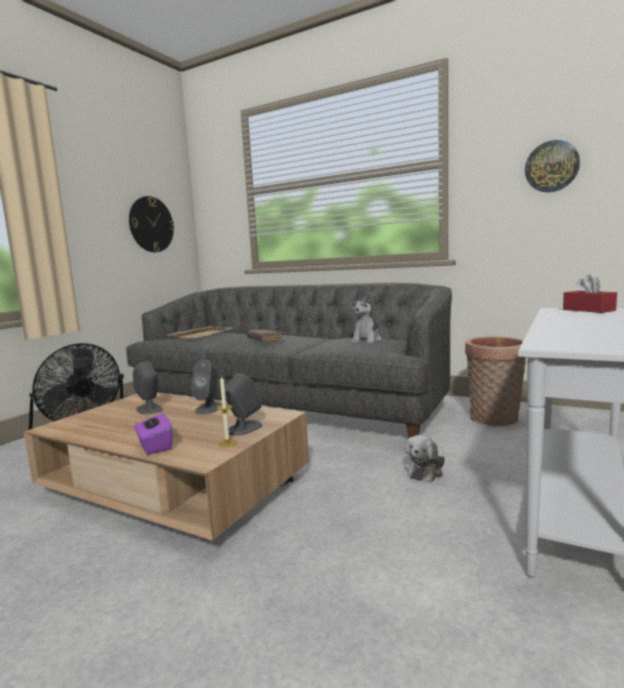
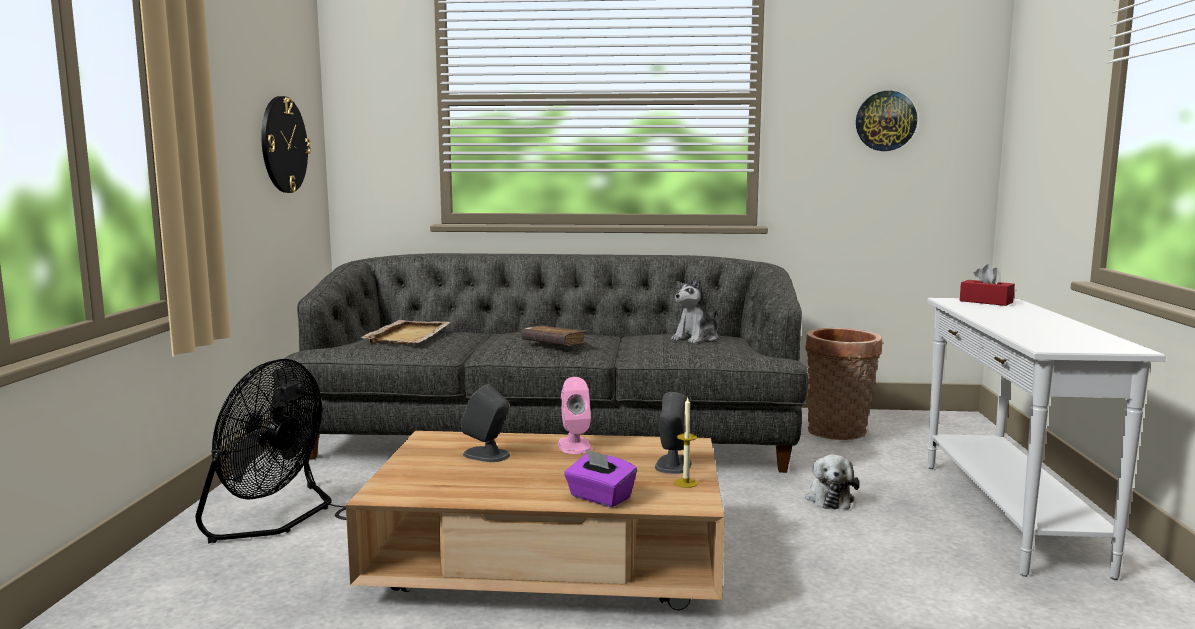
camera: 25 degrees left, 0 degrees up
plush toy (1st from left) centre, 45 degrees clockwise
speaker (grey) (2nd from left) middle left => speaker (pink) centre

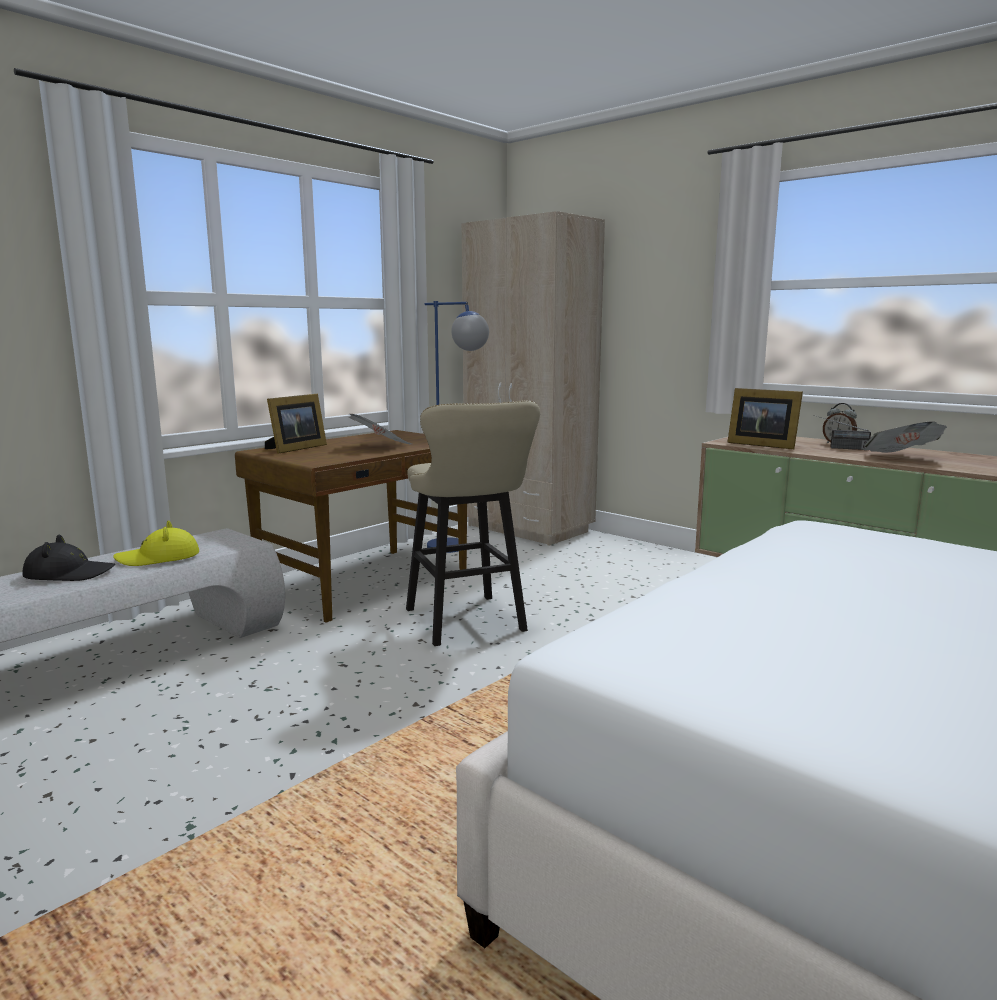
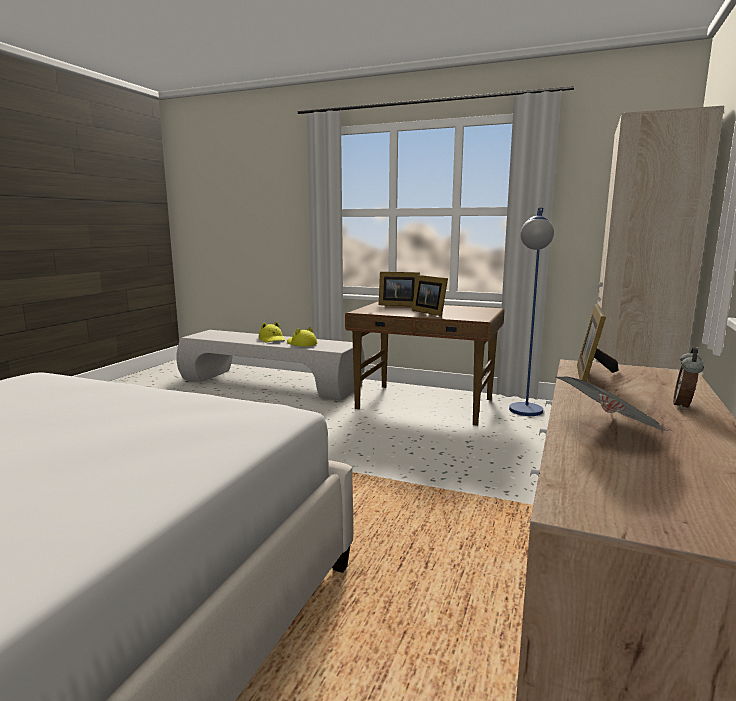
camera: 70 degrees right, 0 degrees up
stool (beige) centre => nothing
newspaper (1st from left) centre => picture frame (2nd from left) centre
radio middle right => nothing
hat (black) middle left => hat (yellow) (1st from left) centre

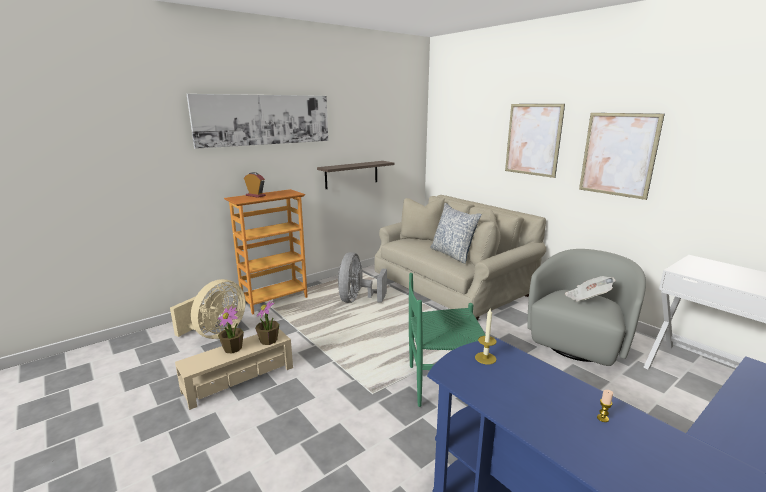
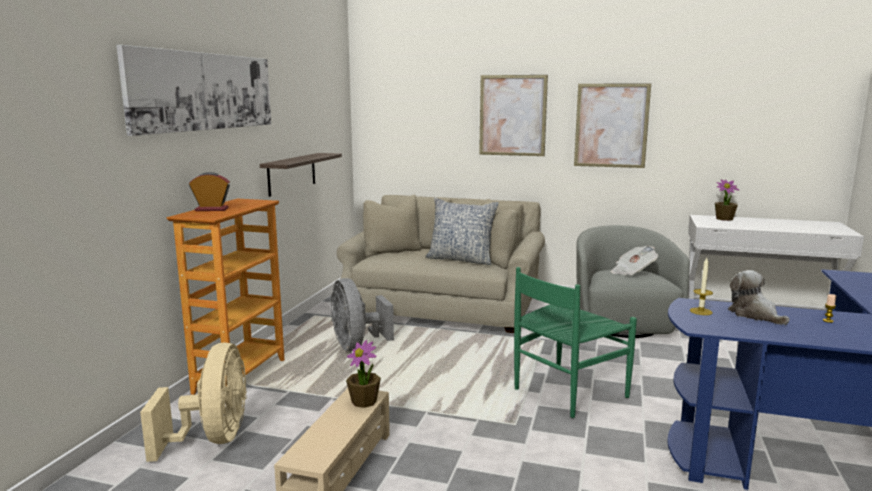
camera: 35 degrees left, 5 degrees down
potted plant (1st from left in the first image) bottom left => potted plant (2nd from left) middle right, move
nothing => plush toy middle right

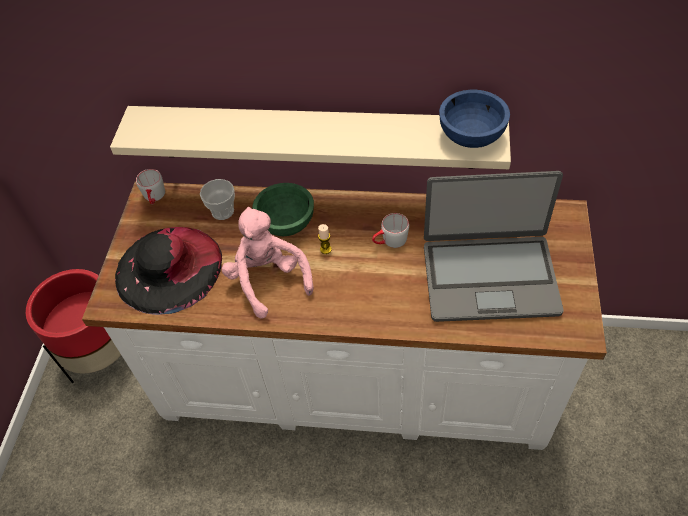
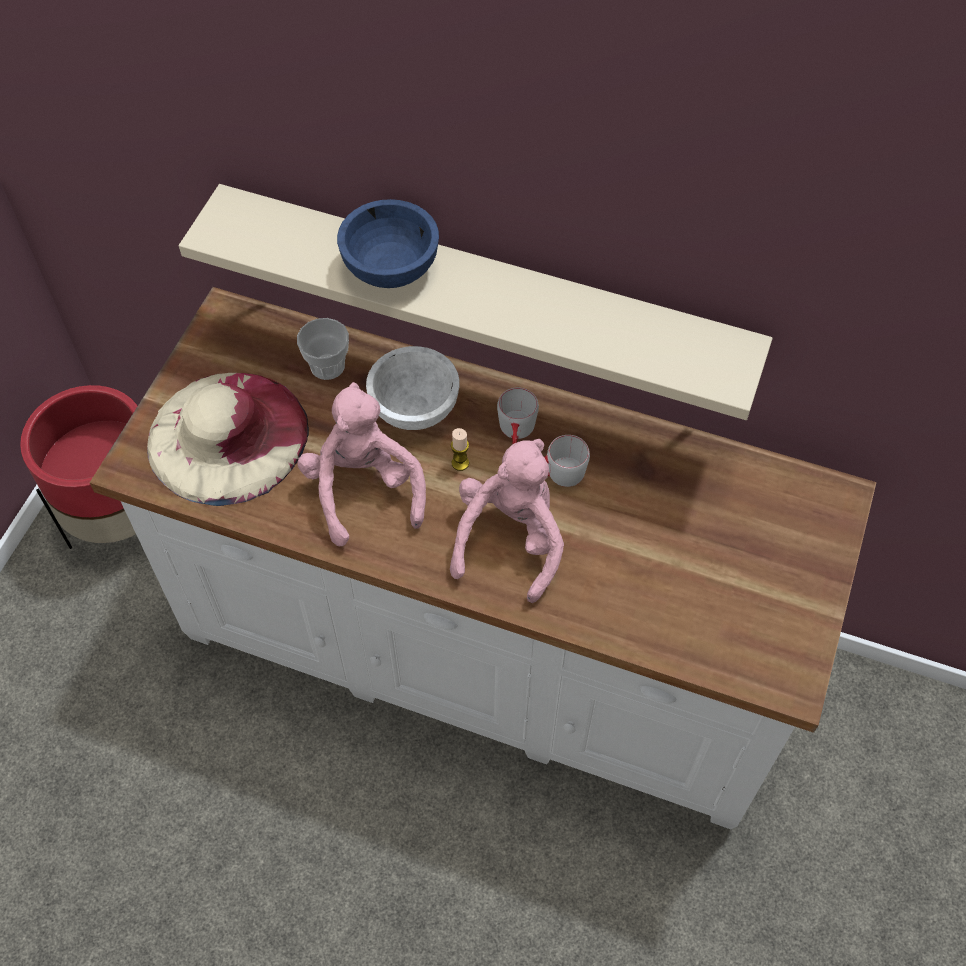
camera: 10 degrees right, 5 degrees up
bowl (blue) top right => bowl (blue) top centre, move
mug (grey) (1st from left) middle left => mug (grey) (1st from left) centre, move
laptop middle right => nothing
bowl (green) centre => bowl (white) centre
hat (black) middle left => hat (beige) middle left
nothing => plush toy (pink) (2nd from left) centre

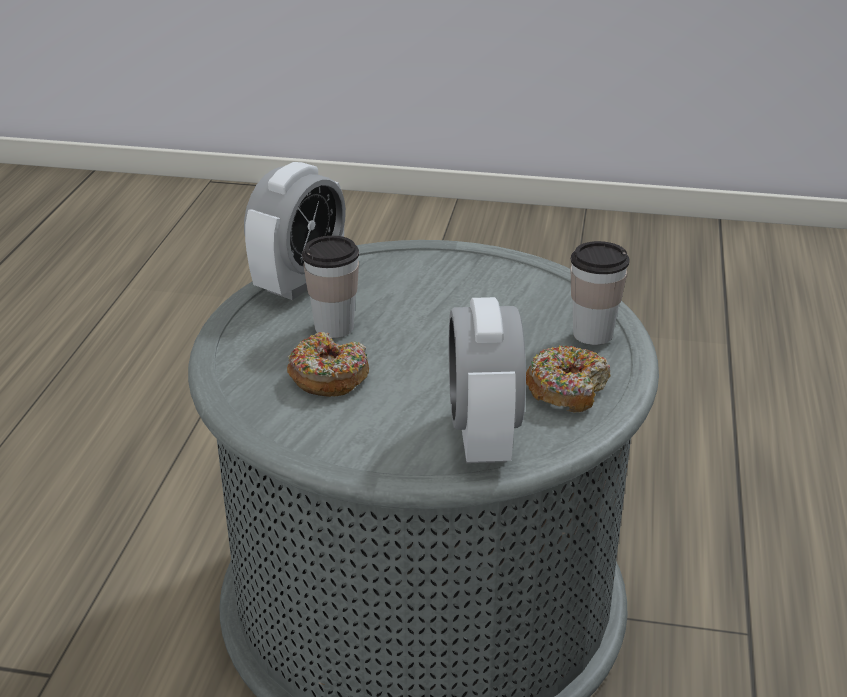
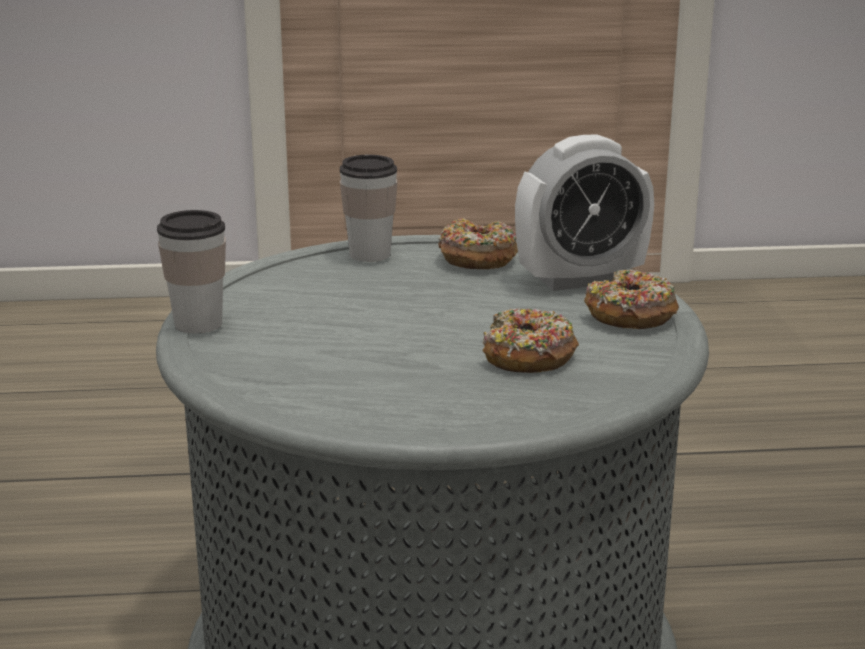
camera: 105 degrees left, 10 degrees down
alarm clock (1st from left) top centre => nothing
cup (1st from left) centre => cup (1st from left) middle left, move
nothing => donut (3rd from left) middle right

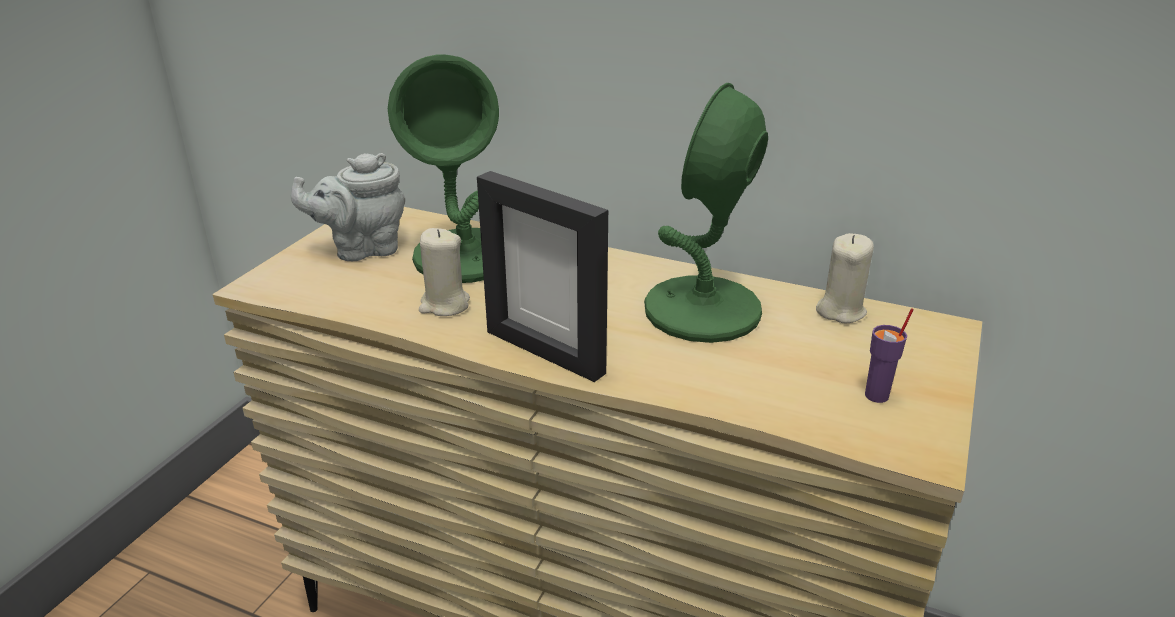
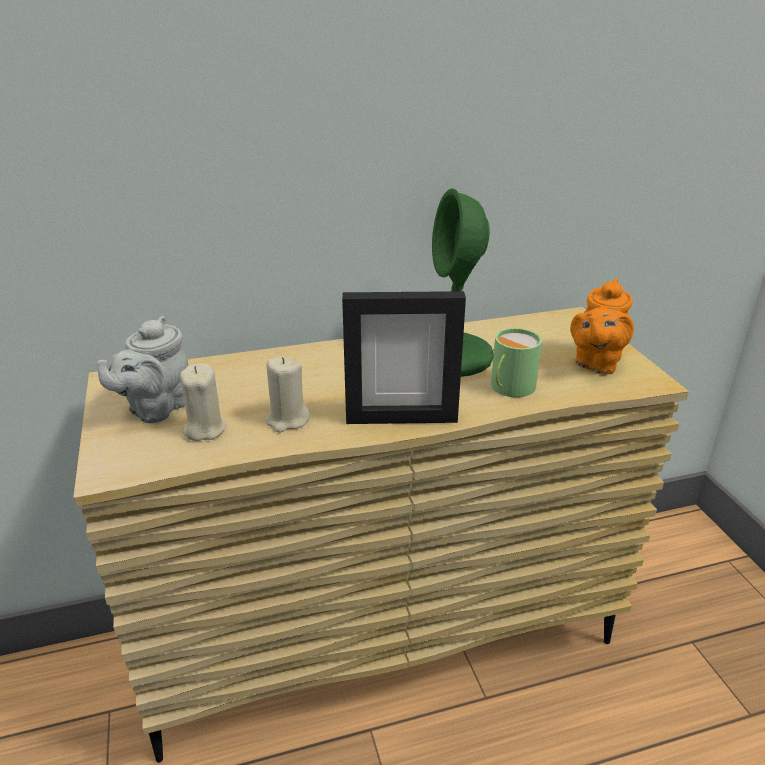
camera: 40 degrees left, 0 degrees up
table lamp (green) (1st from left) top centre => nothing
candle (beige) (2nd from left in the first image) middle right => candle (beige) (1st from left) middle left, move
cup (purple) middle right => teapot (orange) middle right
nothing => mug (green) middle right

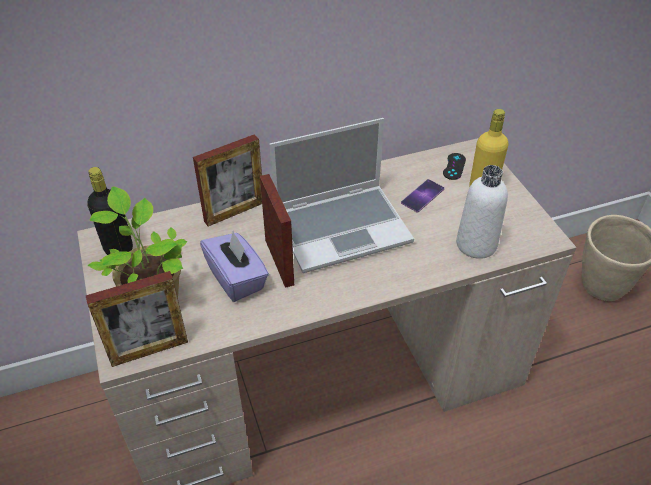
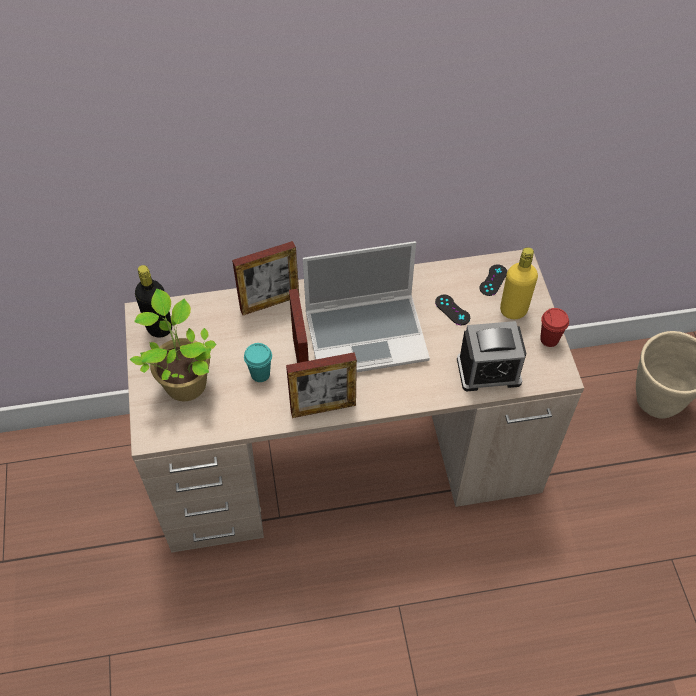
camera: 10 degrees right, 10 degrees up
bottle (white) middle right => alarm clock middle right
phone centre => game controller (black) (1st from left) centre
tissue box (purple) centre => cup (turquoise) centre
picture frame (1st from left in the first image) middle left => picture frame (3rd from left) centre, move
nothing => cup (red) middle right

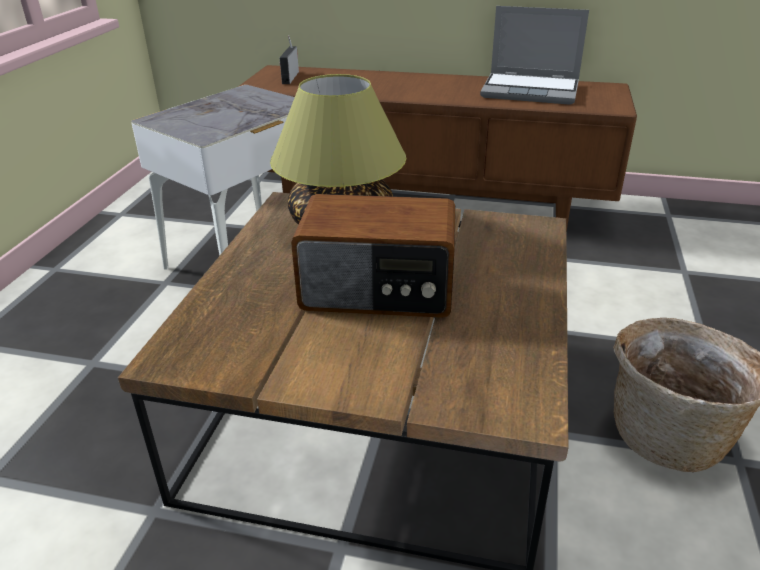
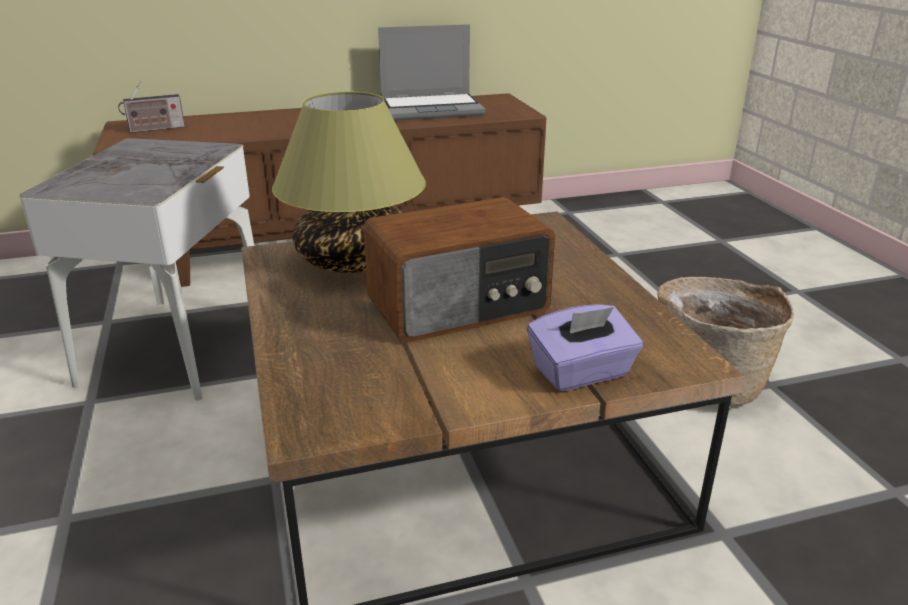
camera: 30 degrees left, 5 degrees down
radio (1st from left) top centre => radio (1st from left) top left, 90 degrees counterclockwise
nothing => tissue box (purple) centre

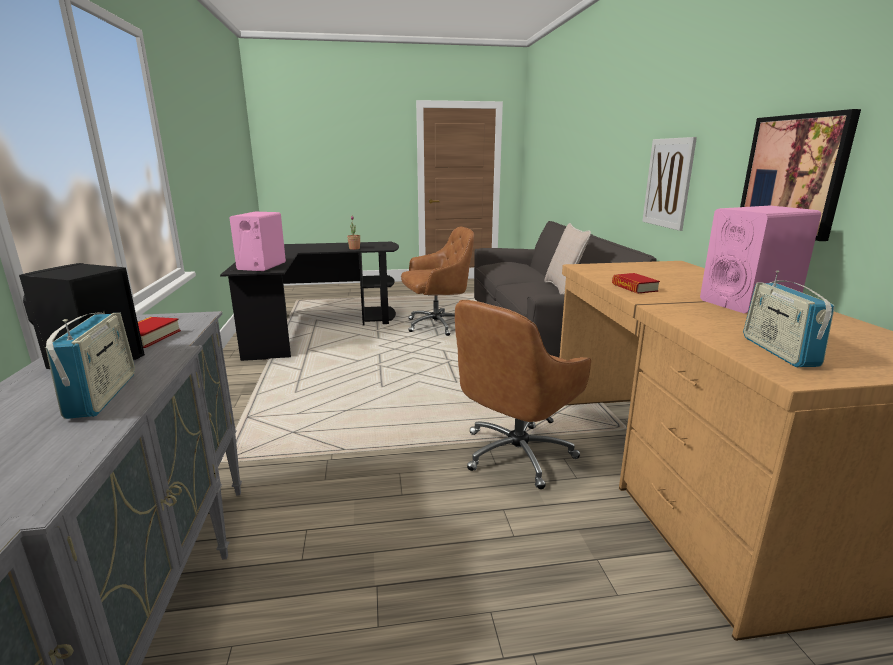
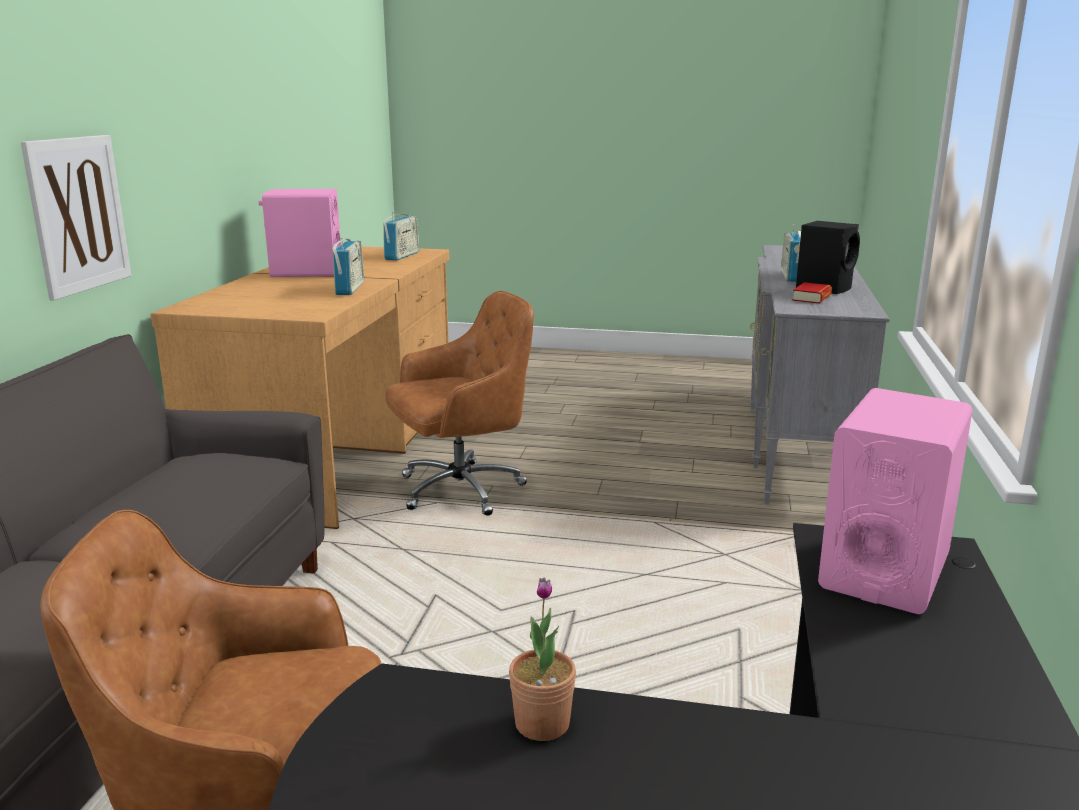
camera: 160 degrees left, 0 degrees up
picture (2nd from left) top right => nothing
pillow (beige) centre => nothing
book (2nd from left) middle right => radio (1st from left) top left

